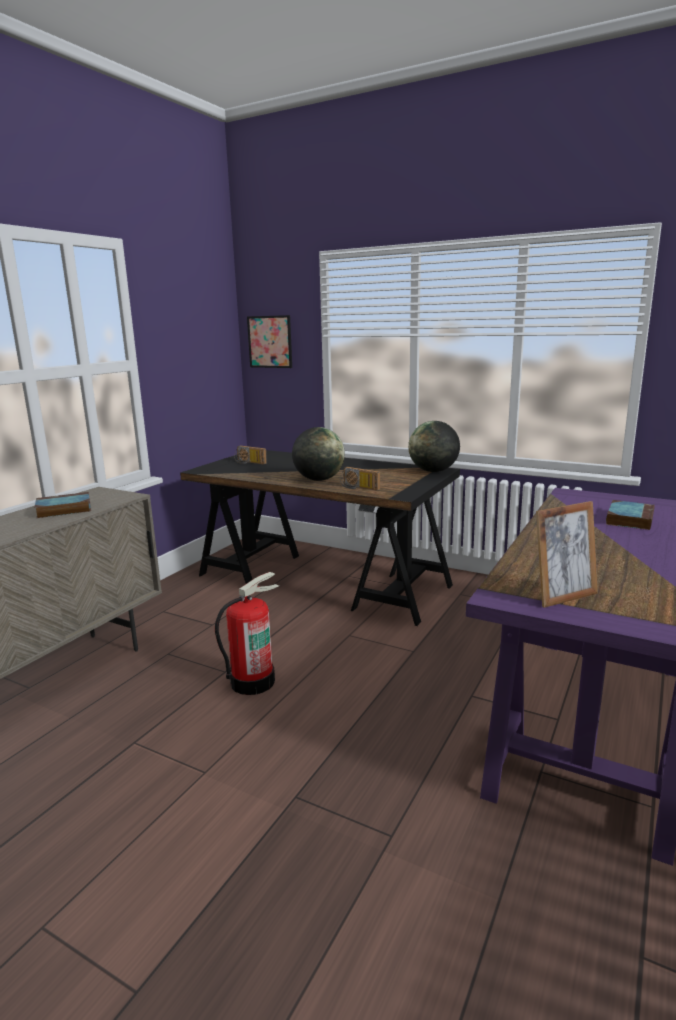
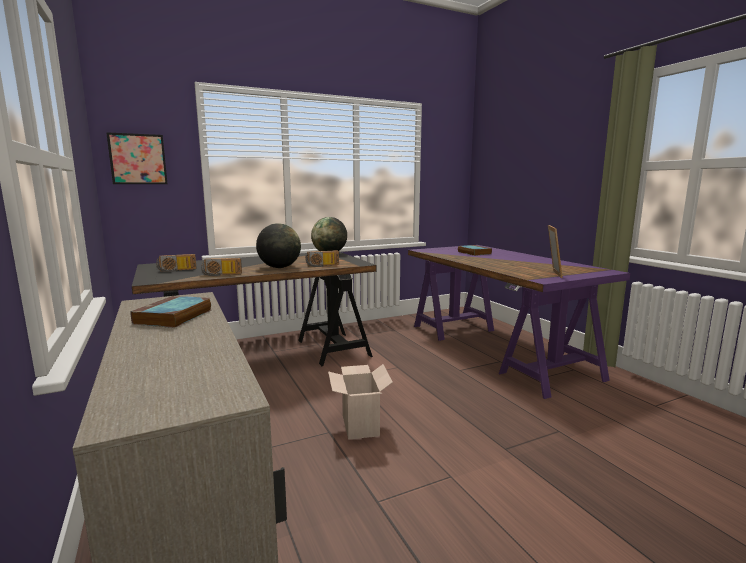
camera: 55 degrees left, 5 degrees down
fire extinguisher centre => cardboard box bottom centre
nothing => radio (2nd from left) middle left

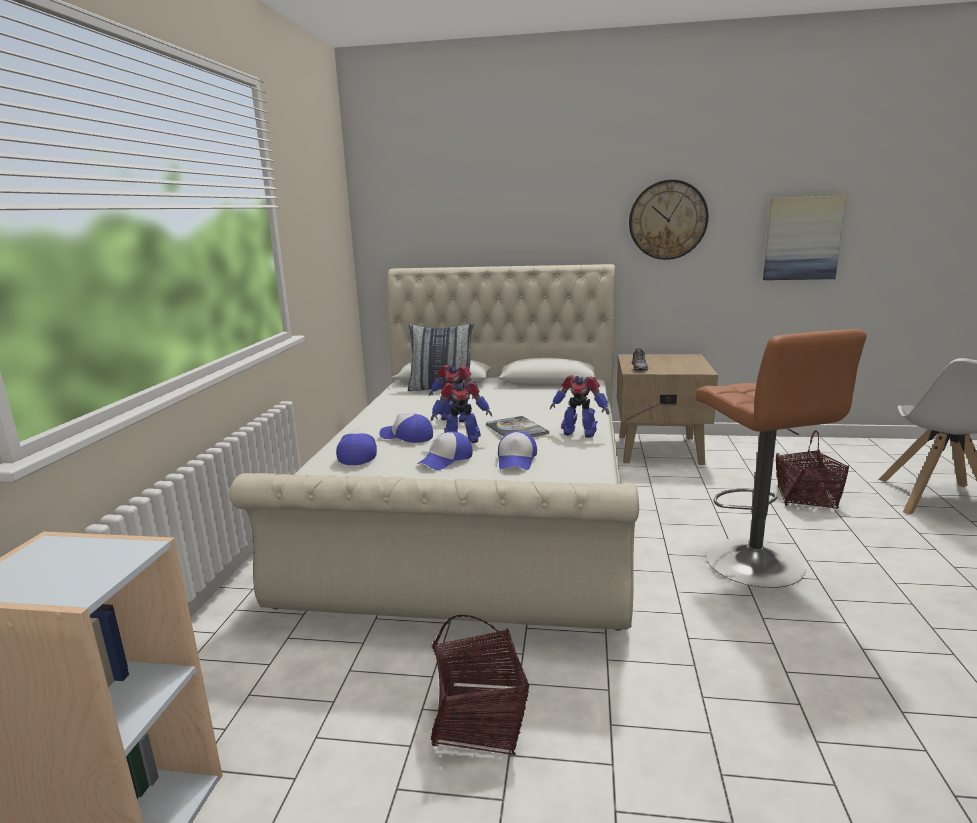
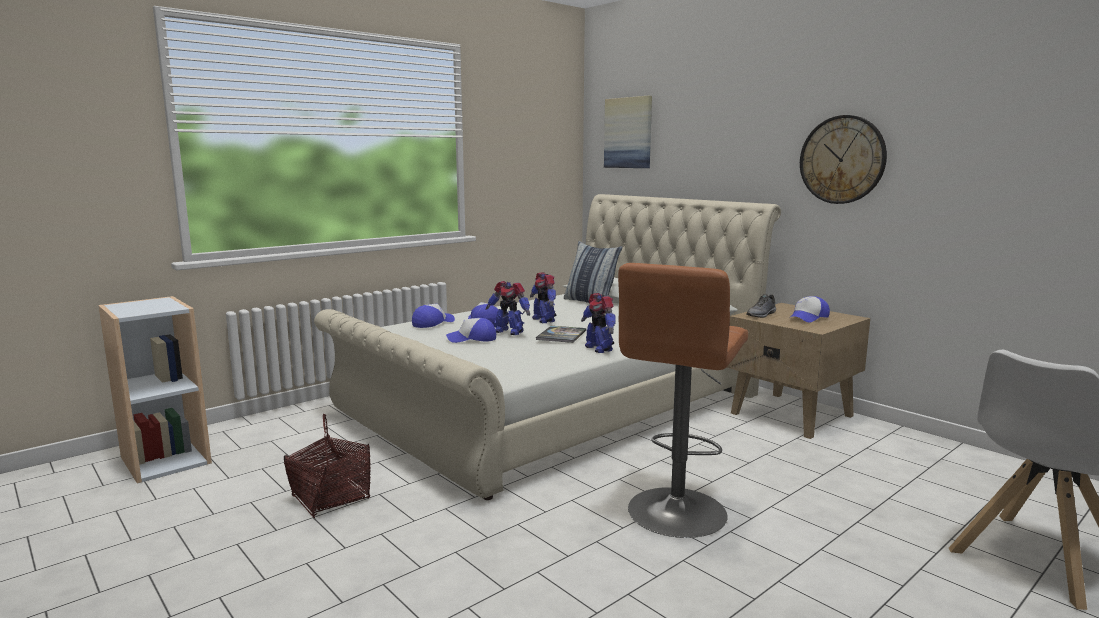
camera: 40 degrees right, 5 degrees down
picture top right => picture top centre, move
basket (2nd from left) middle right => nothing
cap (4th from left) centre => cap (4th from left) middle right, move

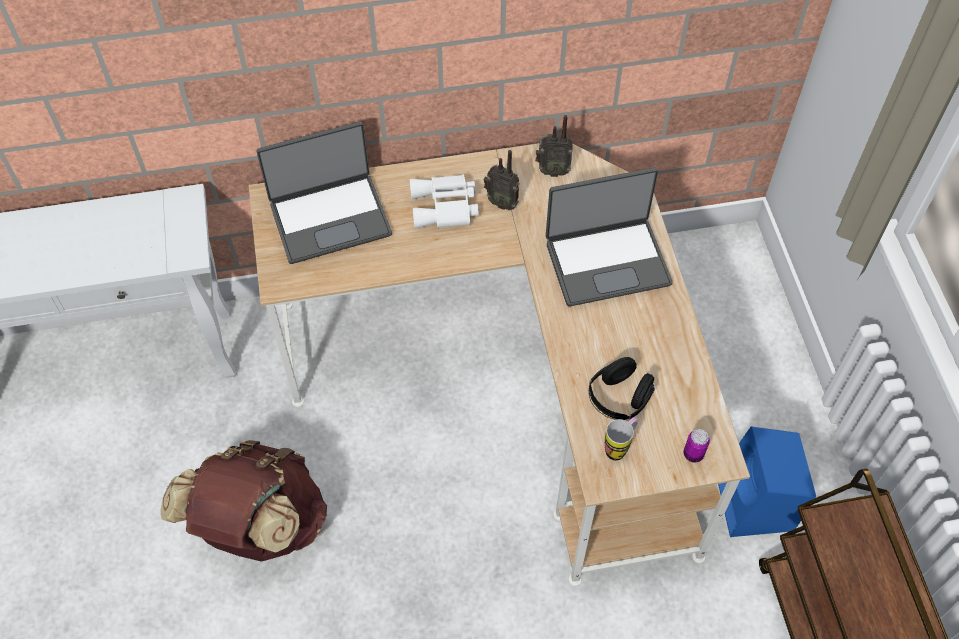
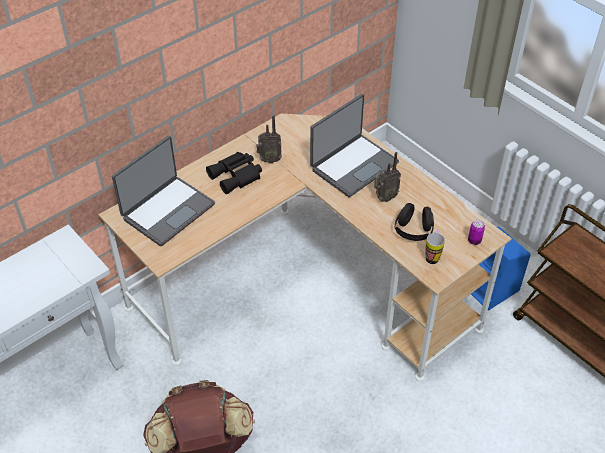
camera: 30 degrees left, 10 degrees down
radio (2nd from left) top centre => radio (2nd from left) centre, move
binoculars (white) top centre => binoculars (black) centre

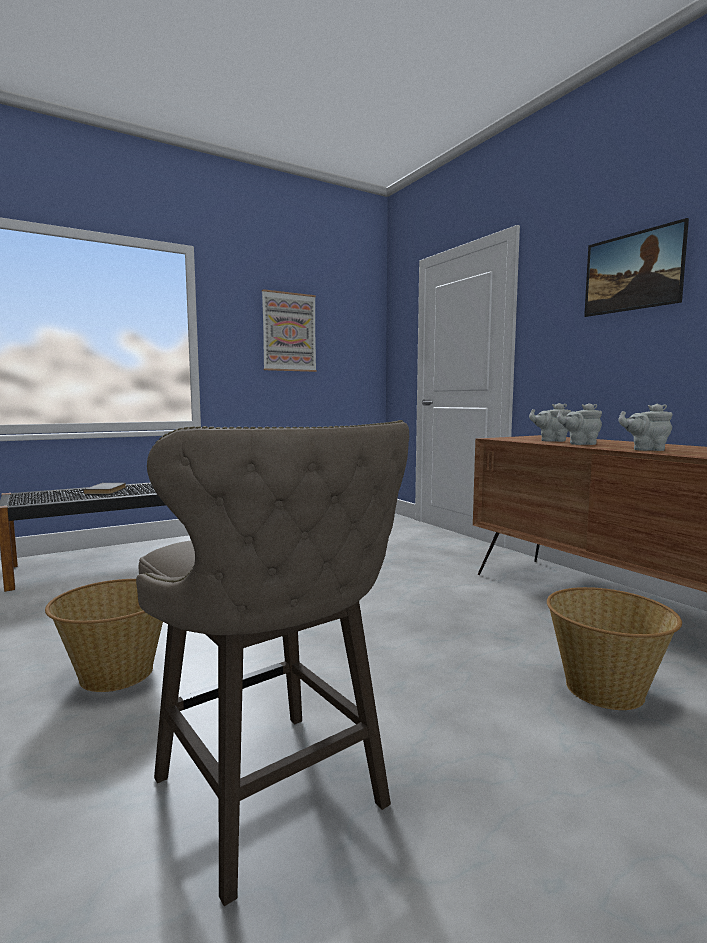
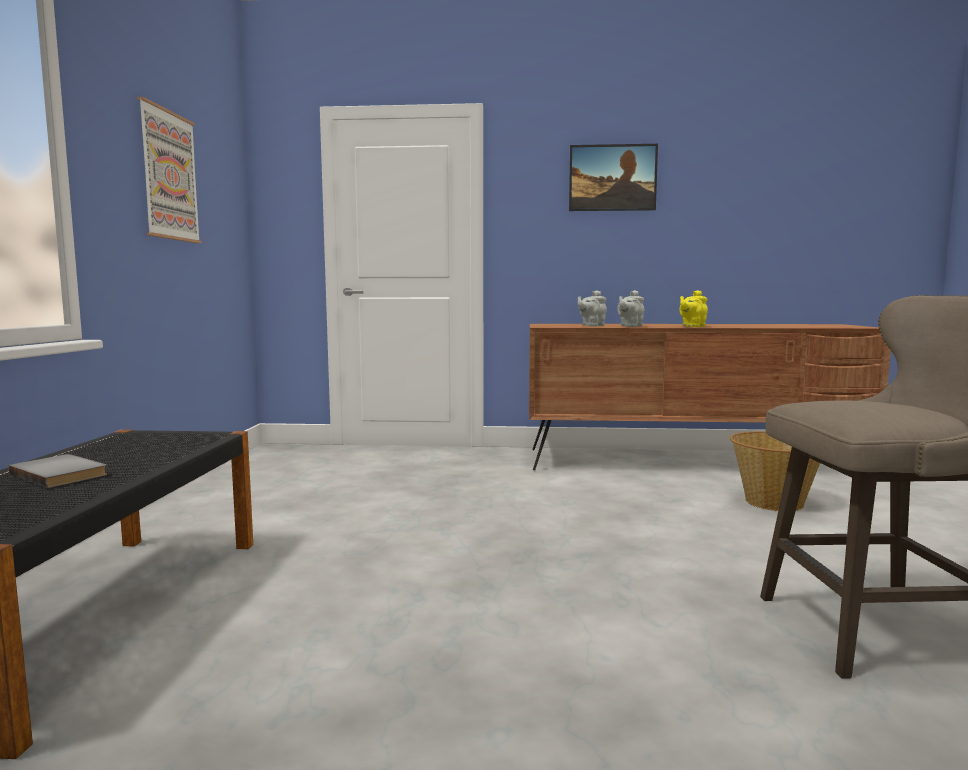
camera: 55 degrees left, 0 degrees up
teapot (grey) (3rd from left) middle right => teapot (yellow) middle right
basket (1st from left) bottom left => nothing

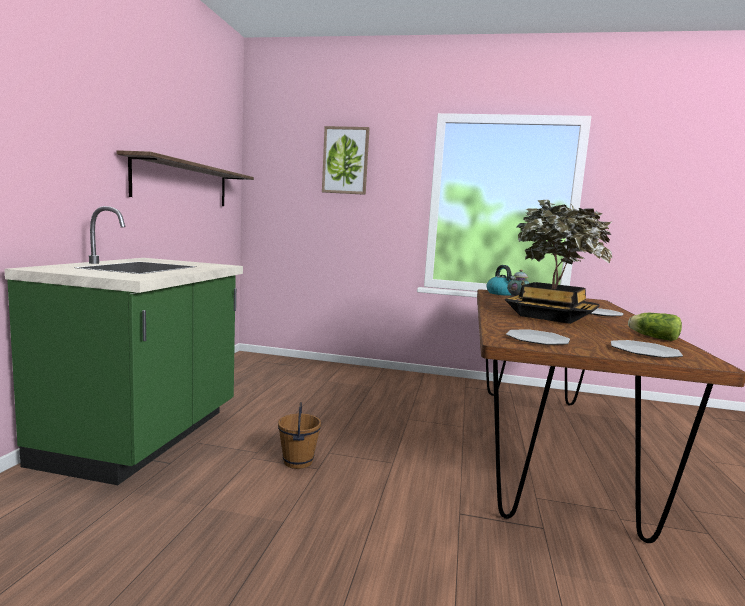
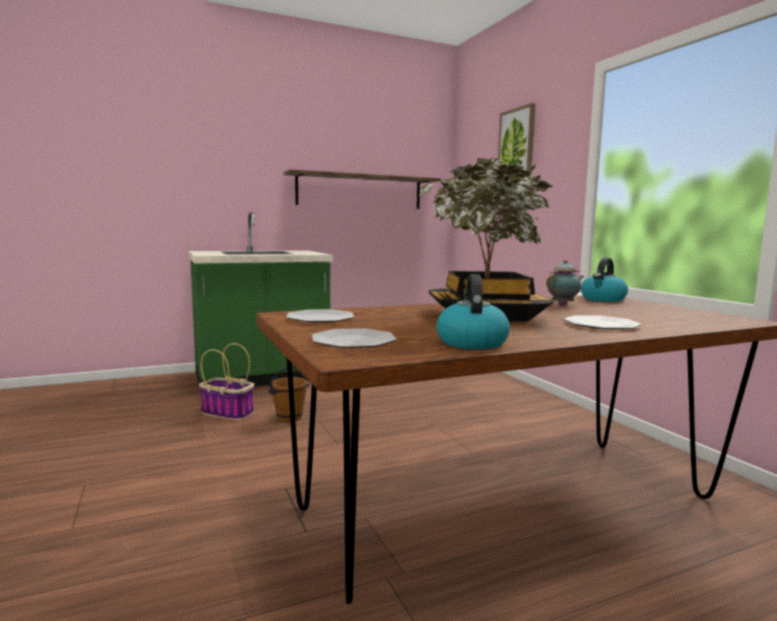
camera: 55 degrees right, 0 degrees up
lettuce middle right => kettle (1st from left) centre
nothing => basket middle left

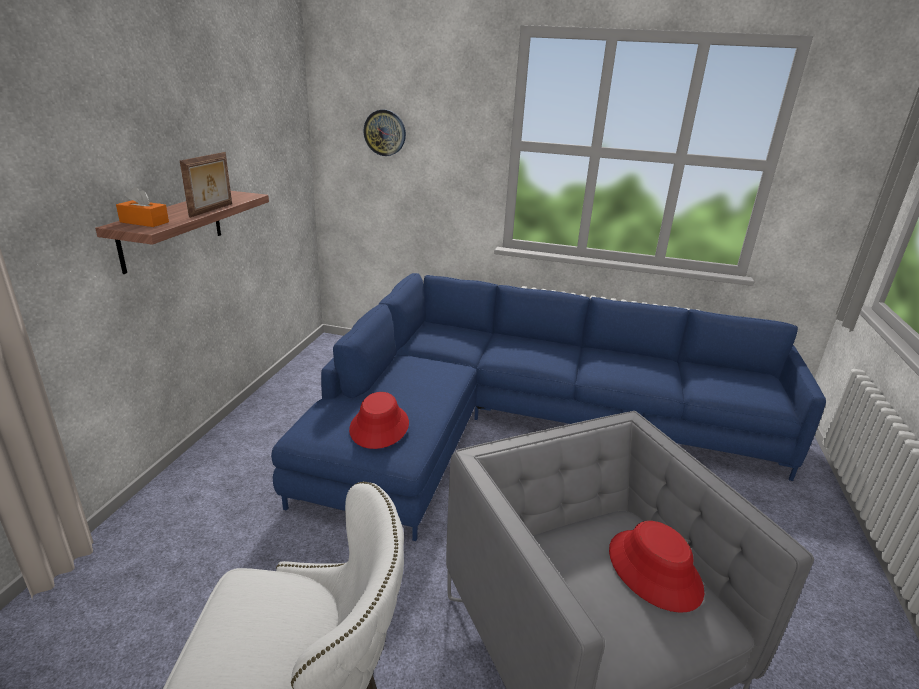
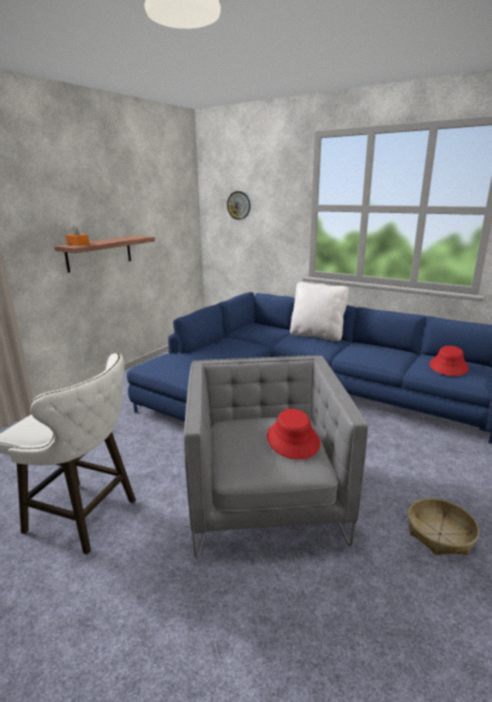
camera: 20 degrees right, 5 degrees down
picture frame top left => nothing
hat (red) (1st from left in the first image) centre => hat (red) (2nd from left) middle right, move
nothing => pillow (white) centre
nothing => basket bottom right

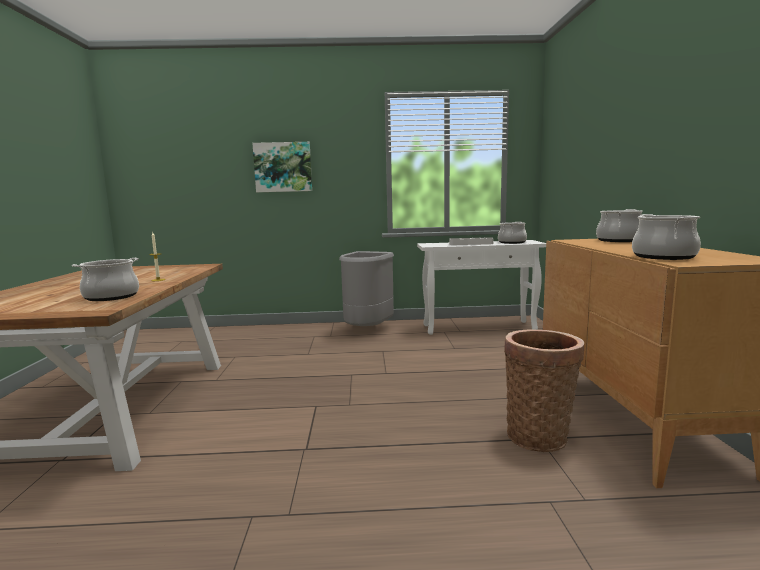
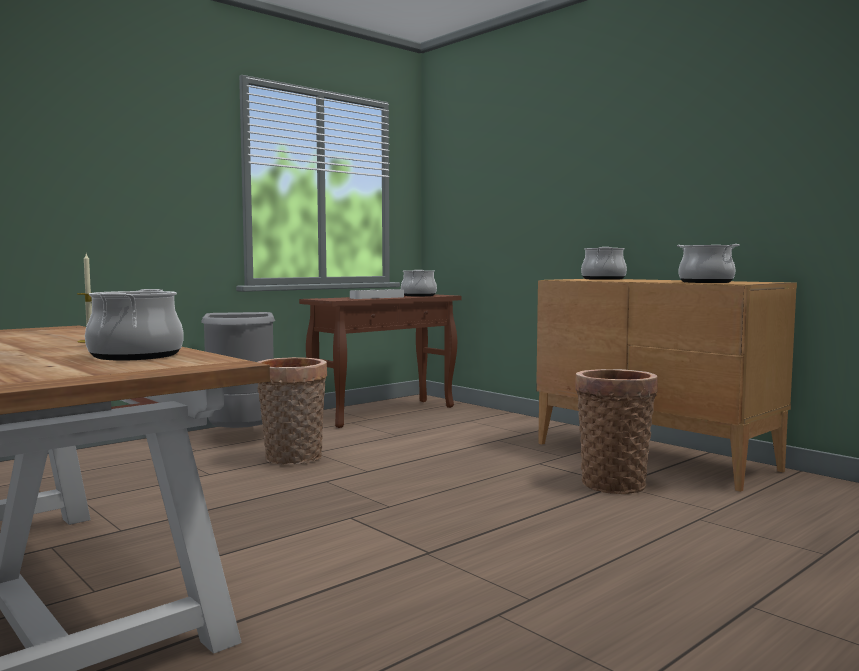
camera: 40 degrees left, 5 degrees down
picture top centre => nothing
console table (white) centre => console table (brown) centre
nothing => basket (1st from left) centre

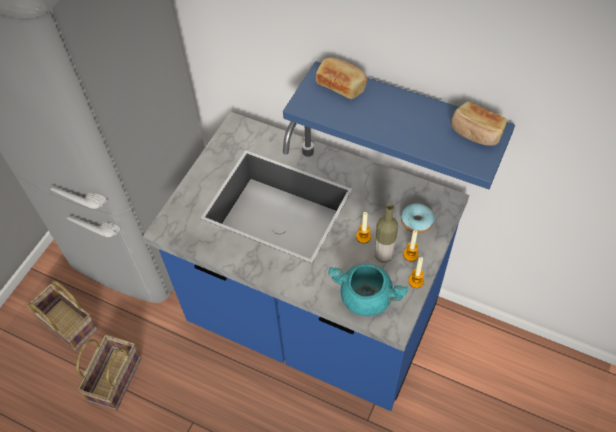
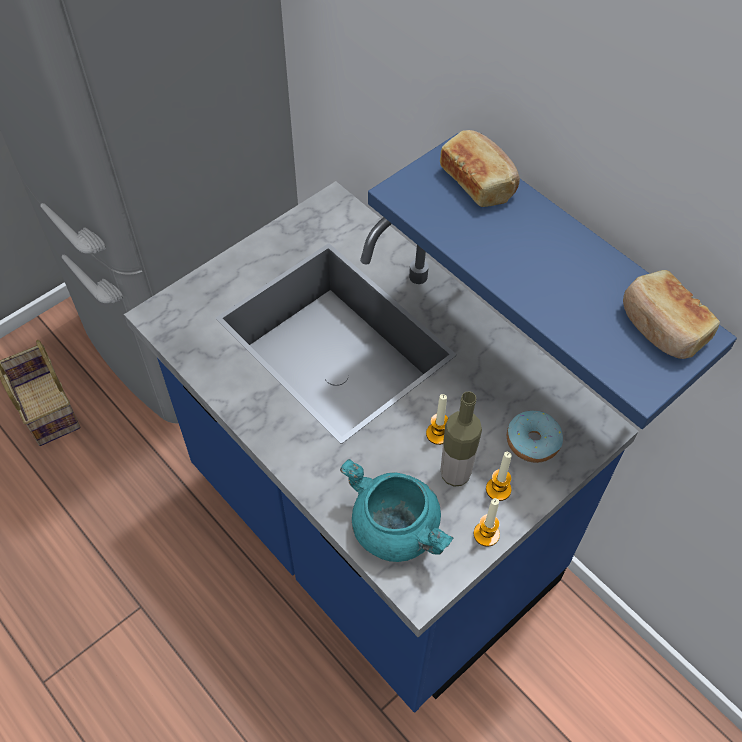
camera: 20 degrees right, 0 degrees up
basket (2nd from left) bottom left => nothing

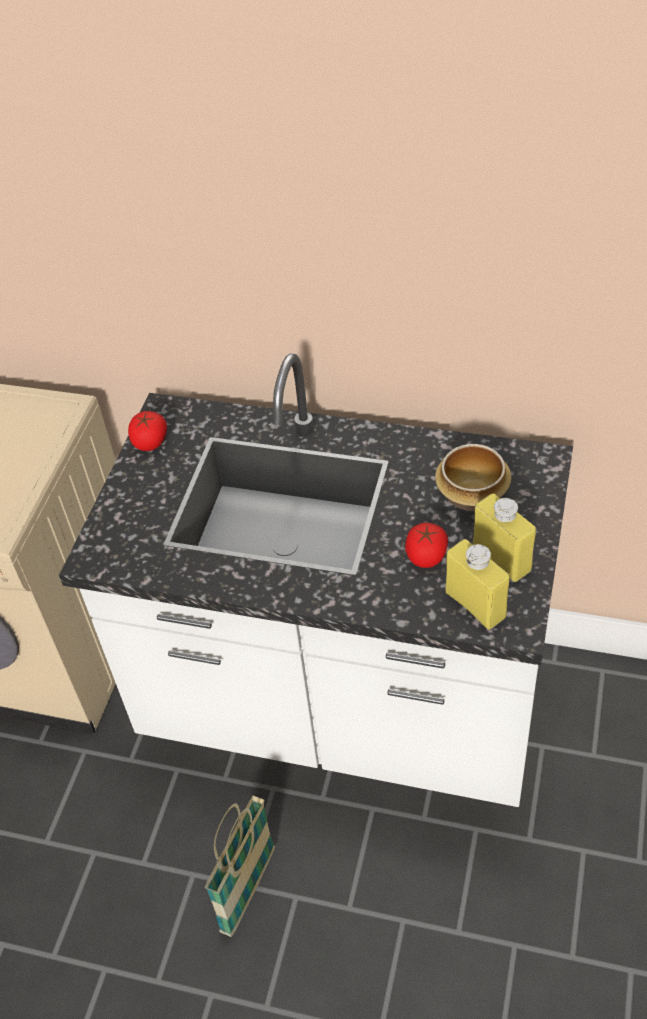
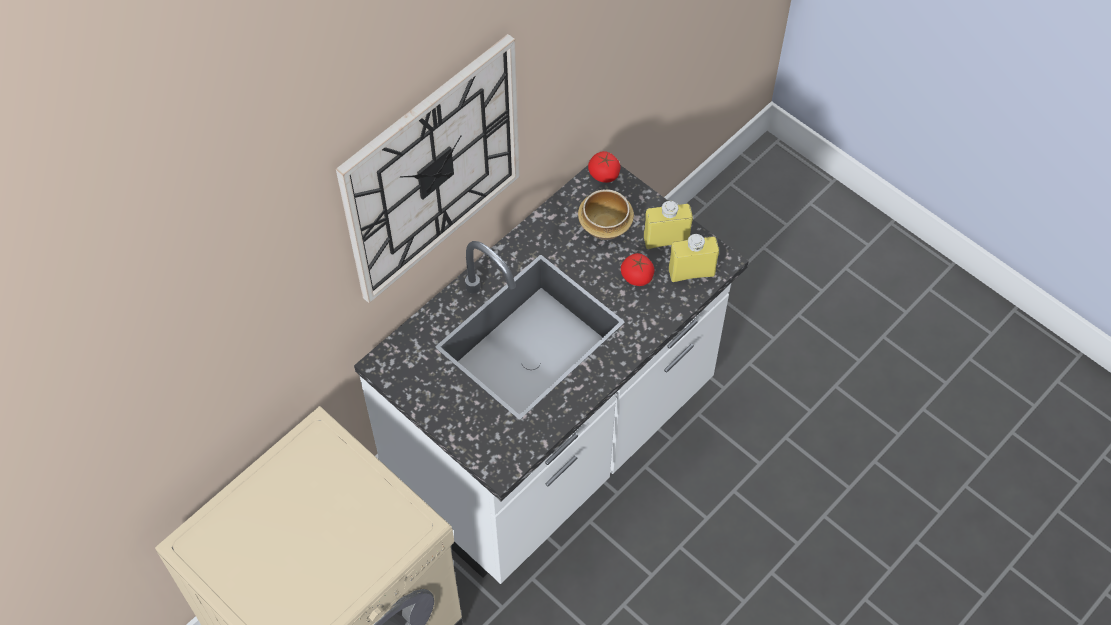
camera: 65 degrees left, 10 degrees up
tomato (1st from left) middle left => tomato (1st from left) top centre, move
basket bottom centre => nothing
nothing => wall clock top centre

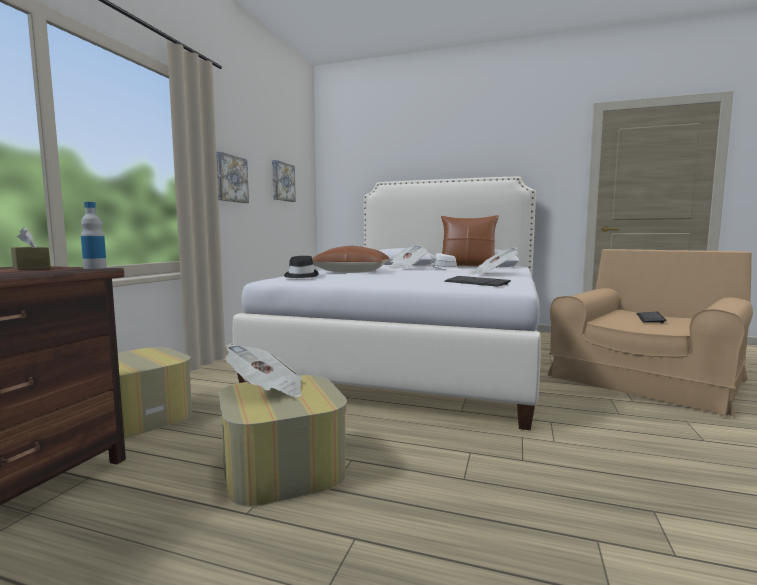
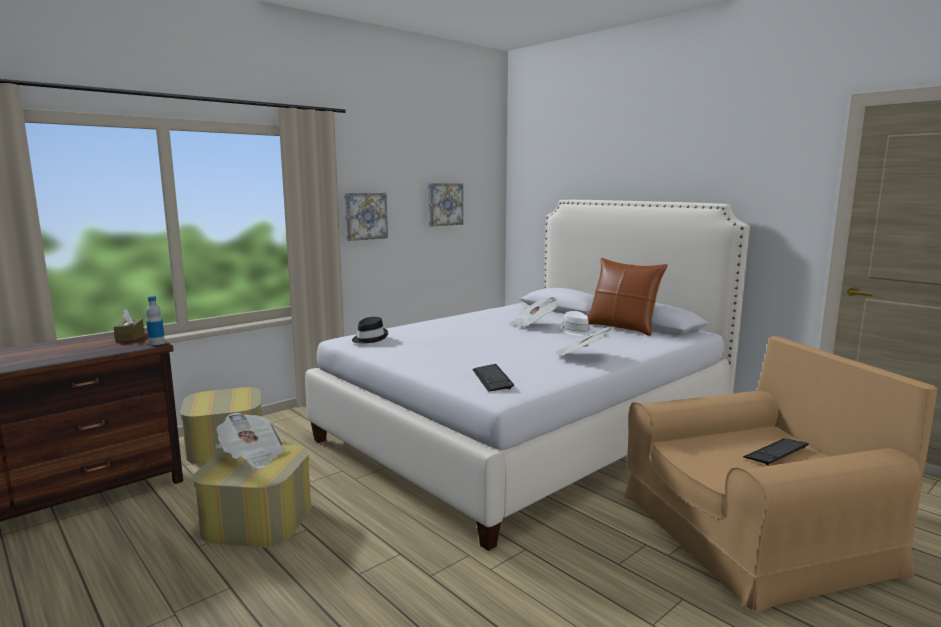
camera: 30 degrees right, 5 degrees up
pillow (brown) (1st from left) centre => nothing

